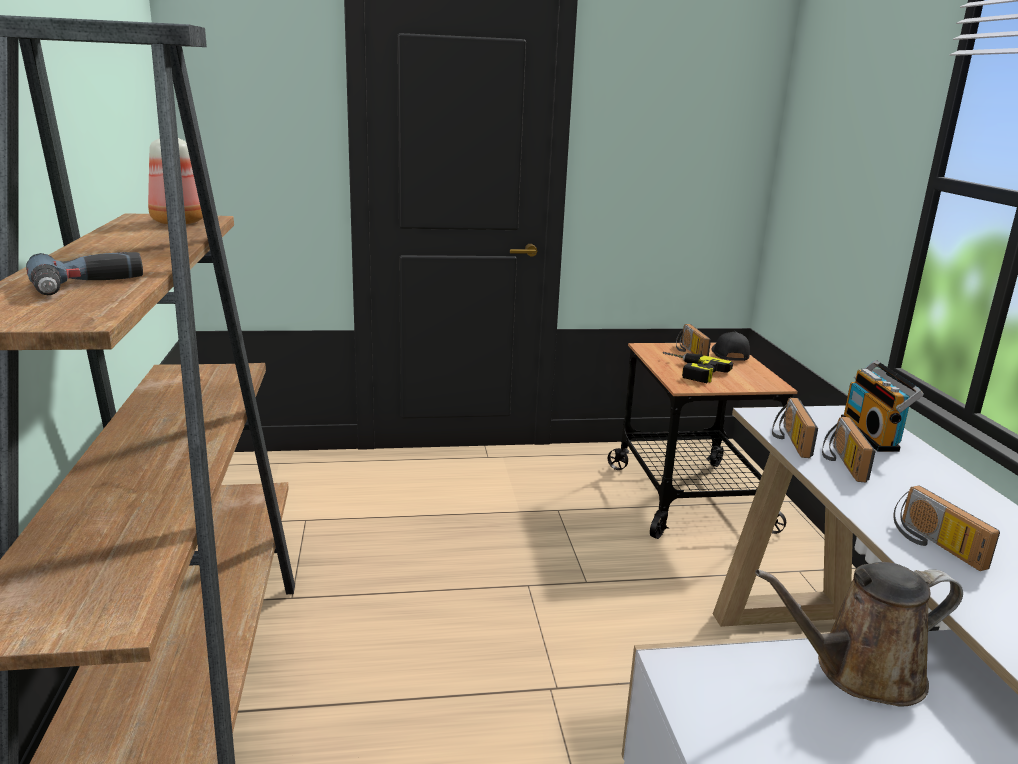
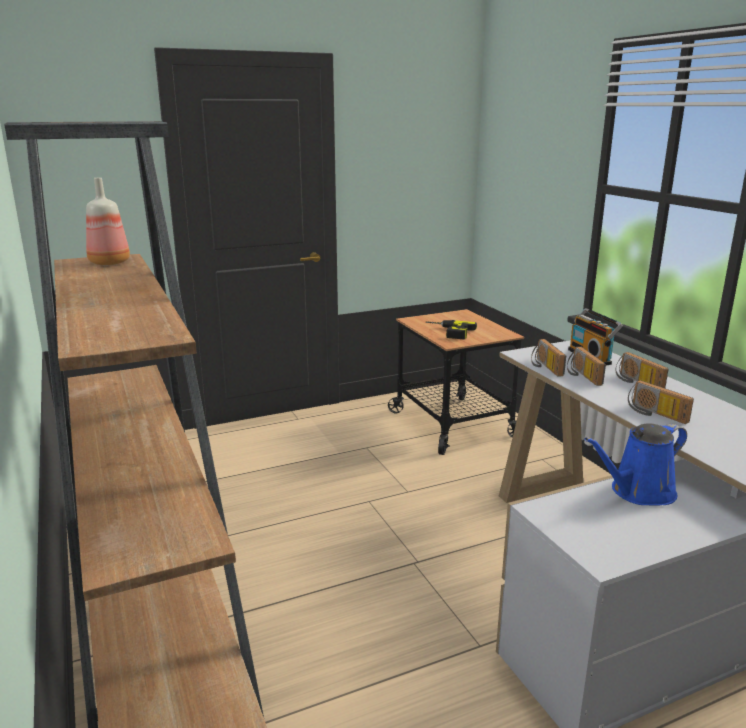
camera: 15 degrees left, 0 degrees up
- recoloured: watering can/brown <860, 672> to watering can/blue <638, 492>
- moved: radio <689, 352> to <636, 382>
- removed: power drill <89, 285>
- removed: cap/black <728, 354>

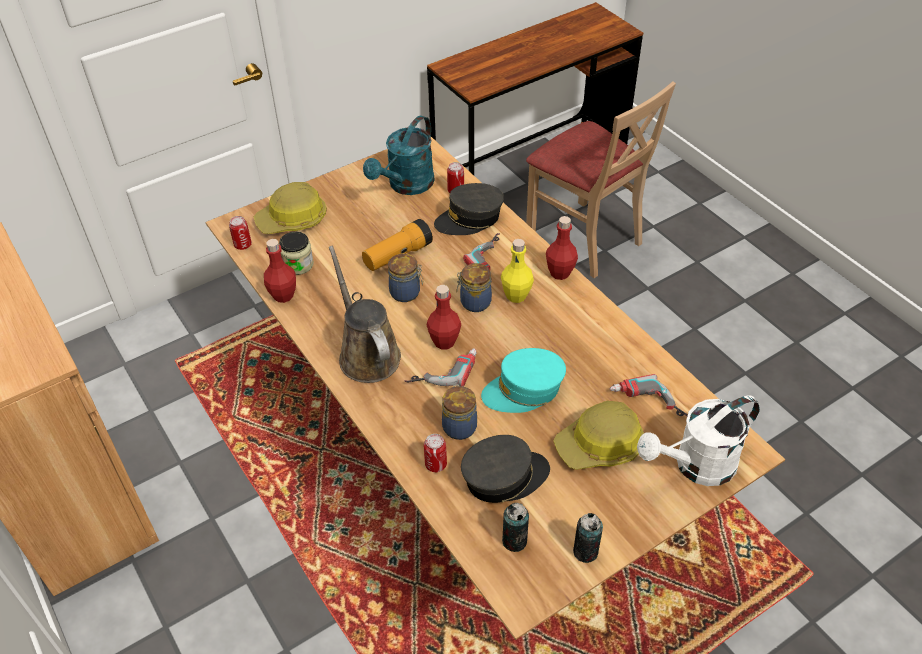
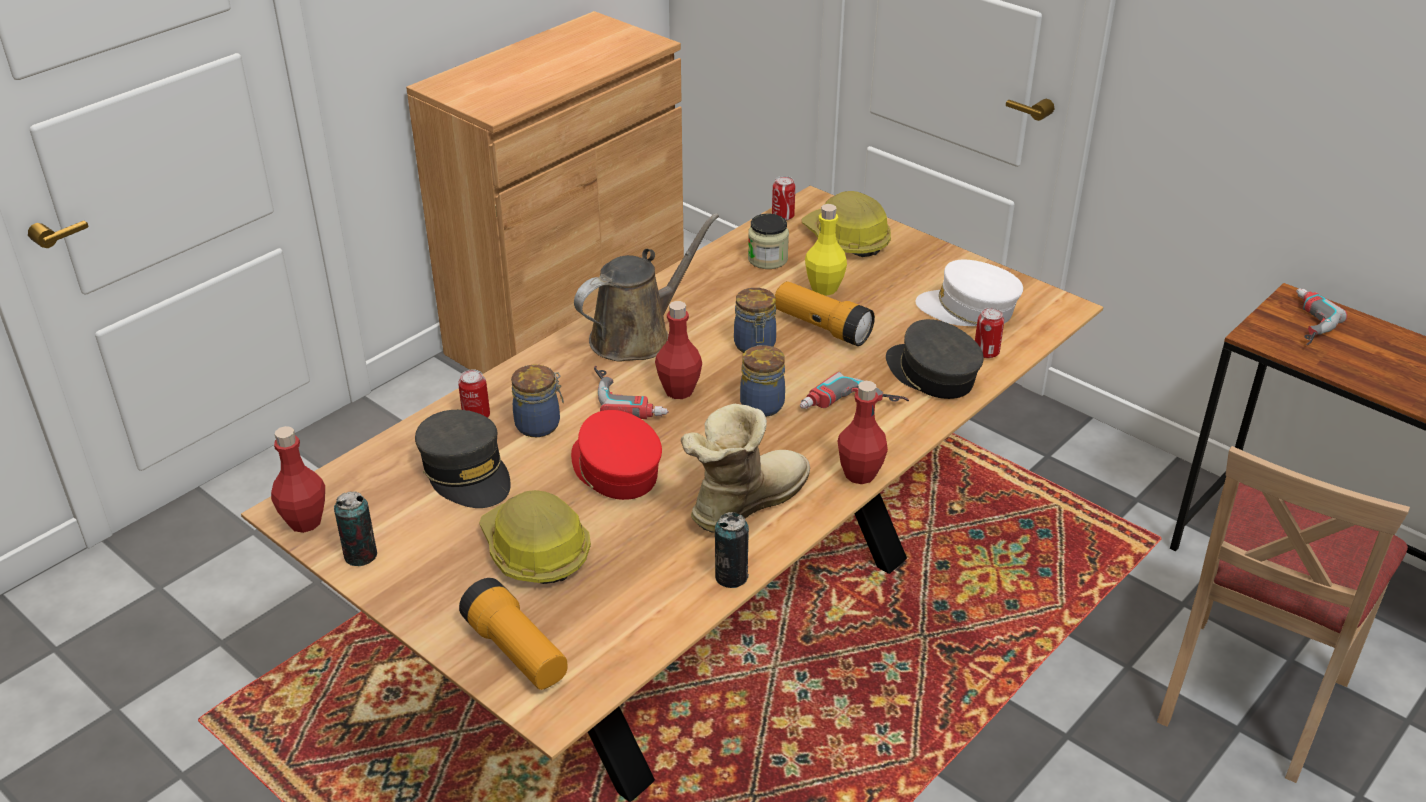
camera: 75 degrees right, 10 degrees down
- moved: bottle/red <283, 295> to <305, 521>
- replaced: watering can/white <696, 466> to flashlight <516, 651>
- recoloured: cap/turquoise <524, 390> to cap/red <615, 470>
- added: boot <743, 502>
- moved: can <514, 541> to <731, 576>
- moved: bottle/yellow <516, 295> to <824, 288>
- replaced: watering can/turquoise <406, 186> to cap/white <968, 309>
- moved: power drill <647, 405> to <1302, 322>

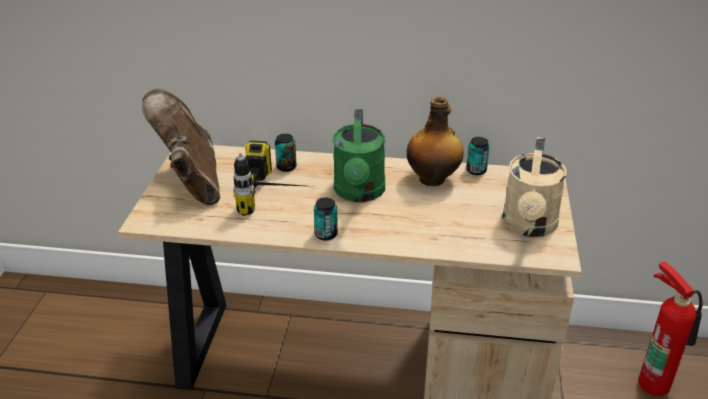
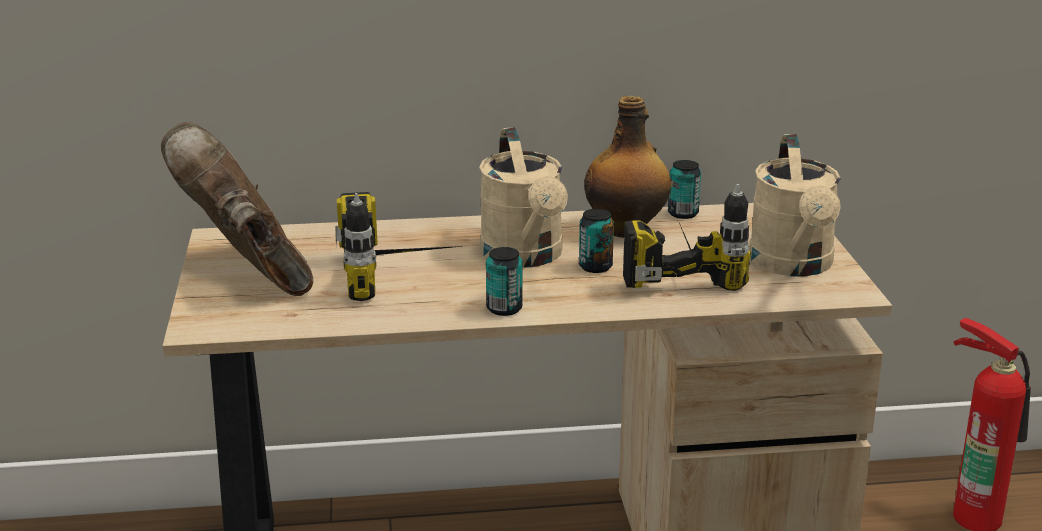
camera: 15 degrees left, 10 degrees down
- recoloured: watering can/green <359, 193> to watering can/beige <526, 257>
- moved: can <286, 167> to <595, 267>
- added: power drill <678, 270>

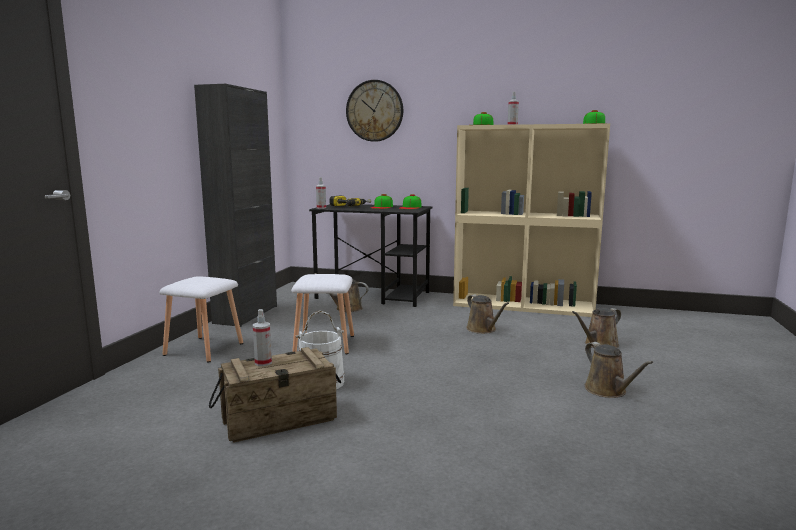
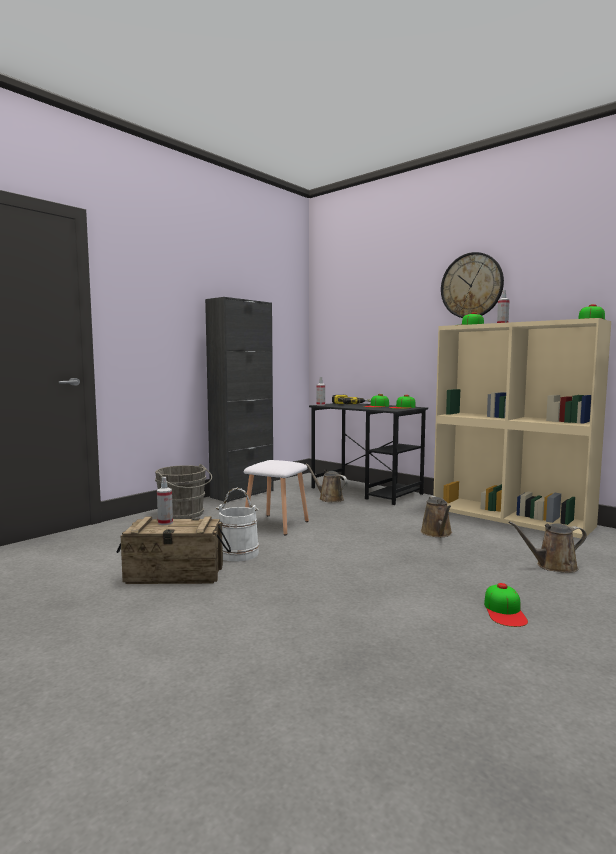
camera: 25 degrees right, 5 degrees down
- replaced: stool/white <204, 348> to bucket/grey <183, 514>
- moved: wall clock <374, 111> to <471, 286>
- replaced: watering can/brown <608, 391> to cap <505, 611>

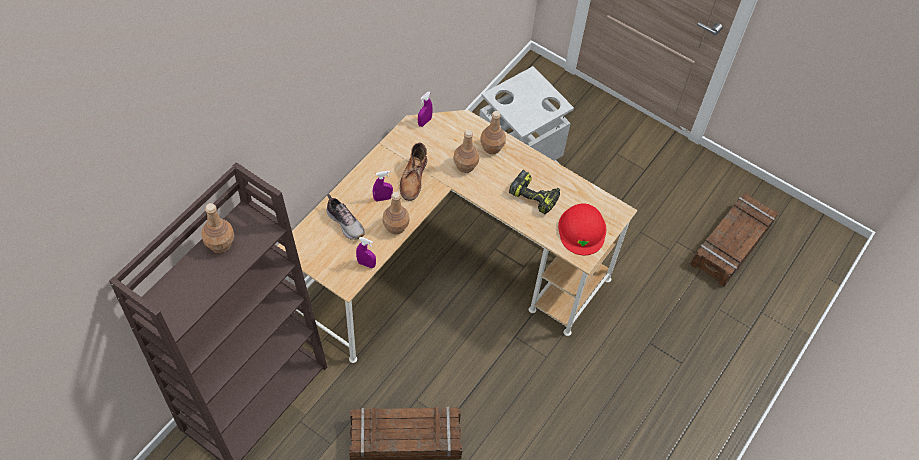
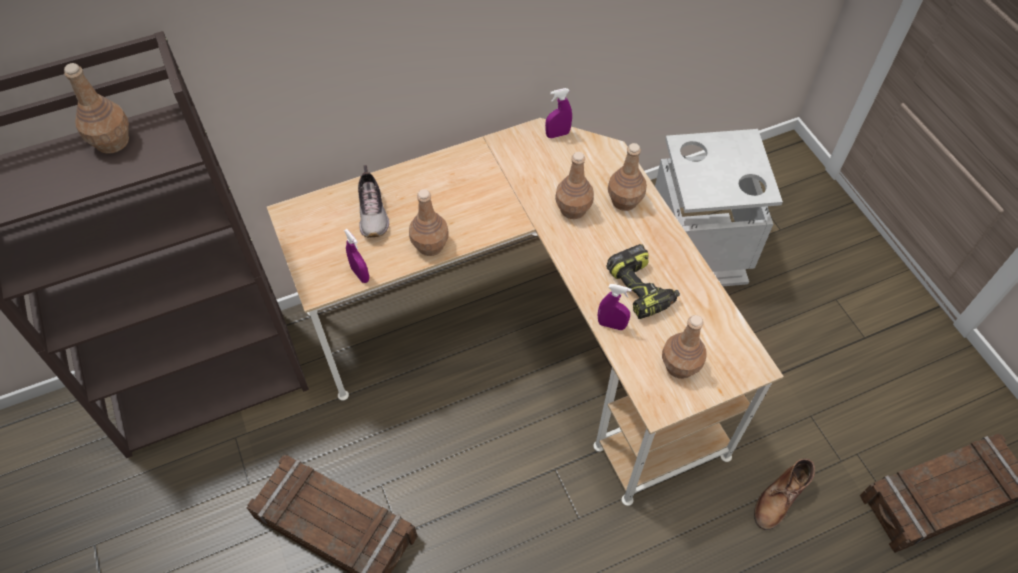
camera: 35 degrees right, 0 degrees up
- moved: spray bottle/purple <382, 198> to <611, 325>
- replaced: hard hat/red <582, 230> to bottle/brown <680, 365>
- moved: boot/brown <413, 178> to <780, 498>

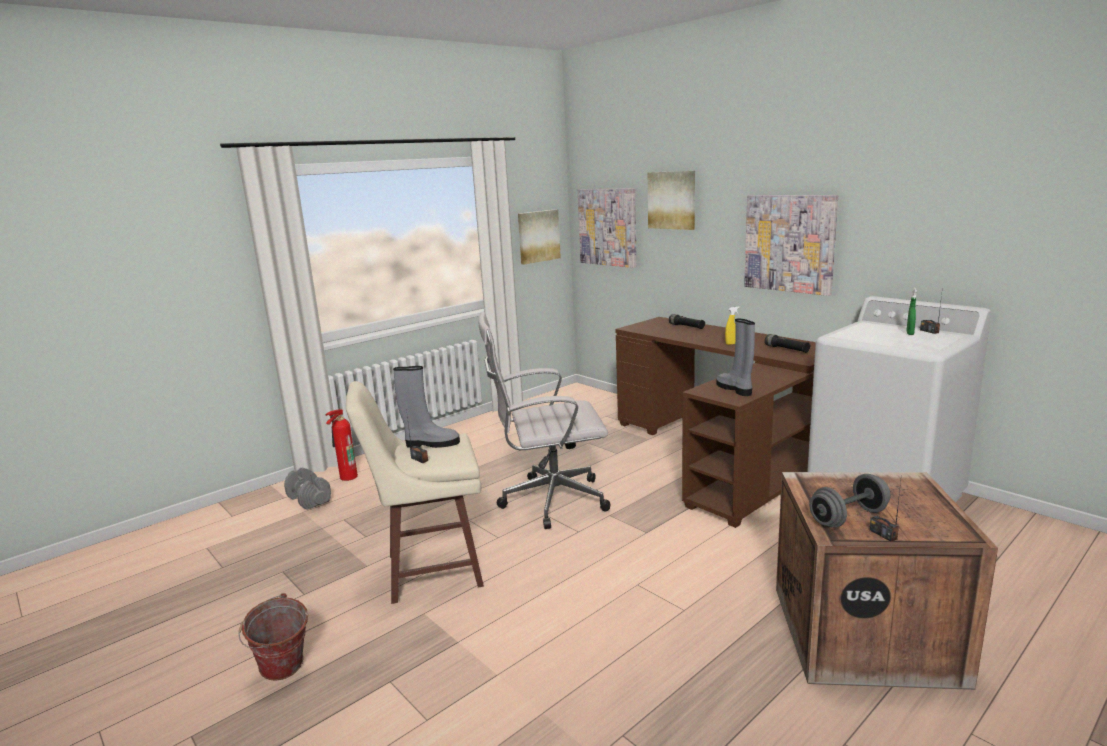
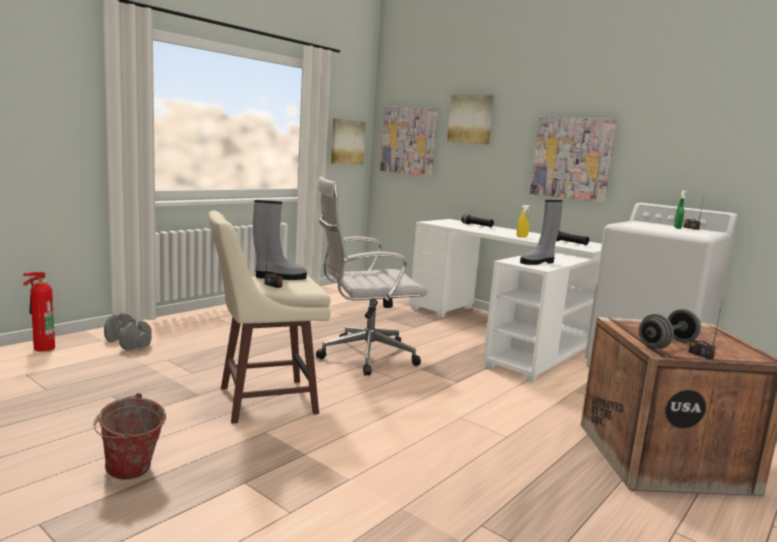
camera: 10 degrees left, 5 degrees down
- moved: fire extinguisher <346, 477> to <41, 348>
- recoloured: desk/brown <726, 454> to desk/white <508, 333>
- turned: boot/grey <735, 389> = <538, 262> 90 degrees counterclockwise

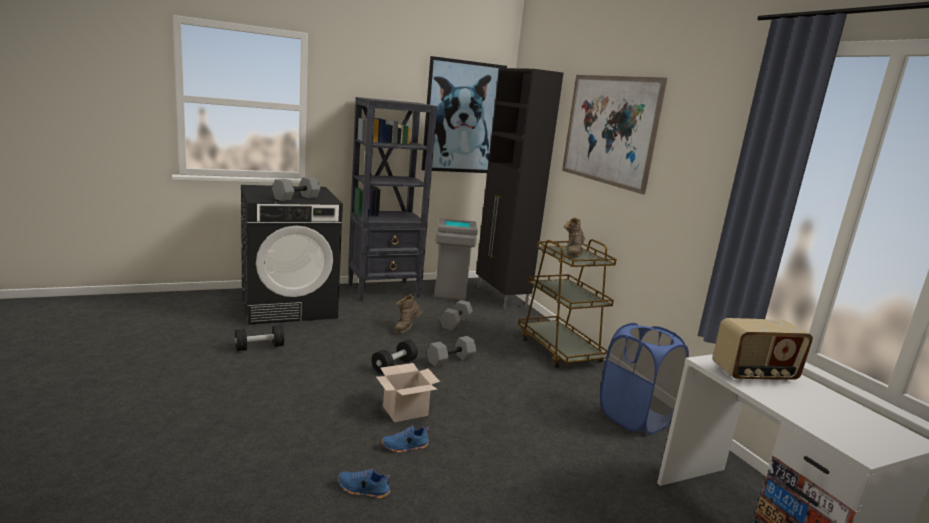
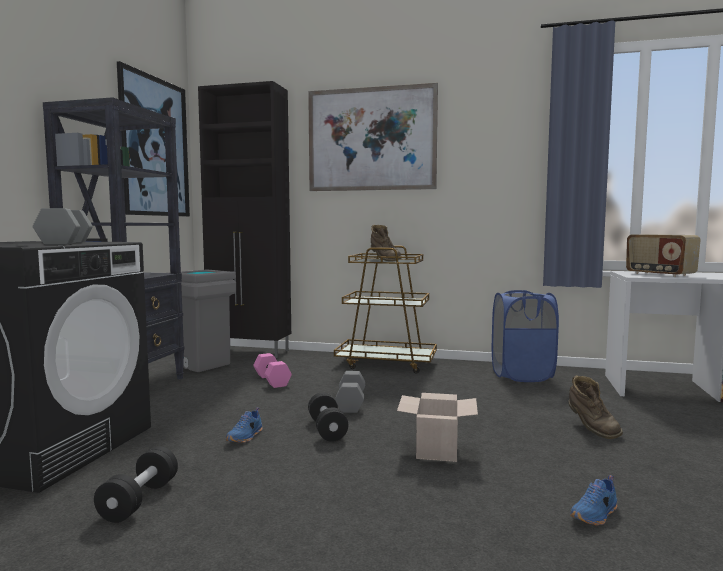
camera: 50 degrees left, 10 degrees down
- moved: shoe/blue <405, 447> to <246, 437>
- recoloured: dumbbell/grey <455, 322> to dumbbell/pink <271, 380>
- moved: boot/brown <406, 329> to <591, 429>
- turned: radio <754, 374> = <659, 275> 120 degrees clockwise

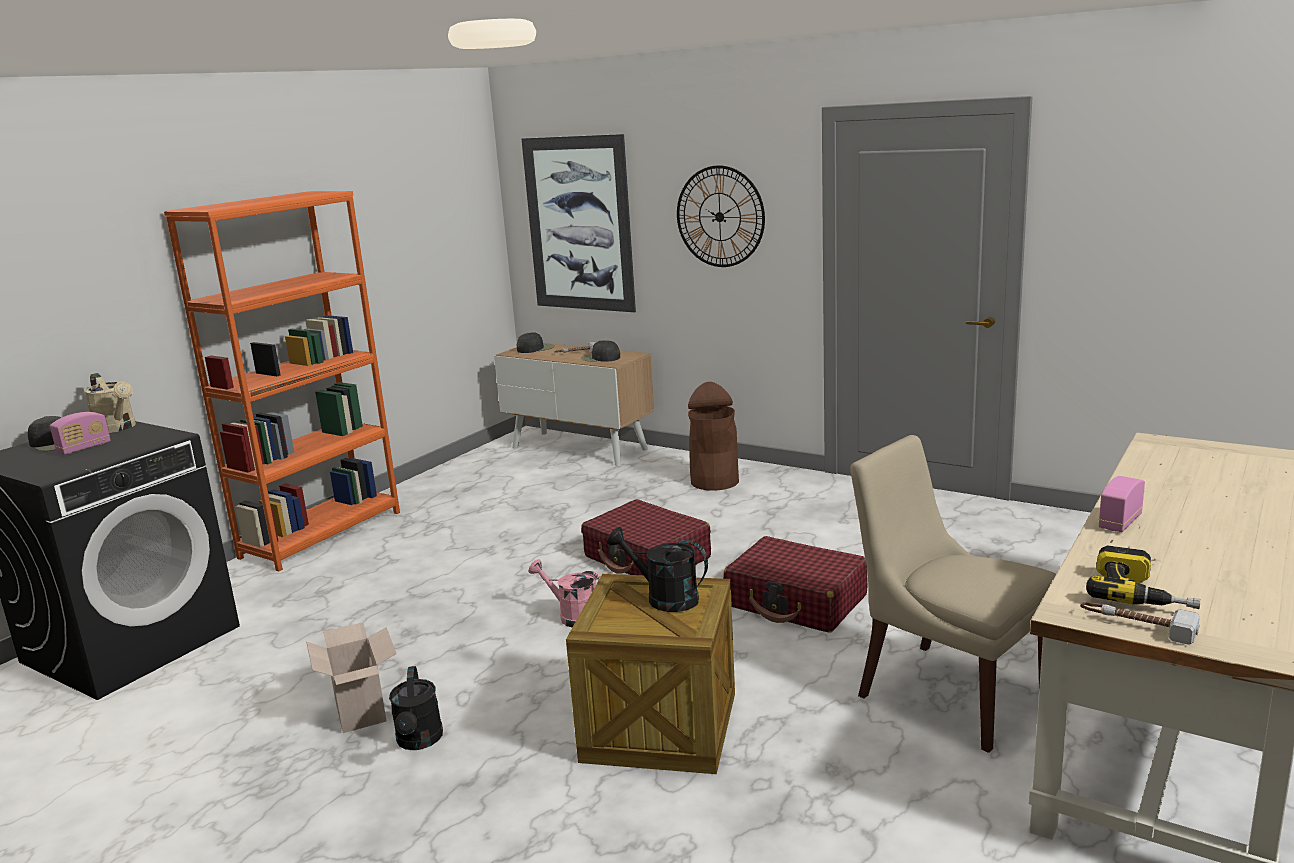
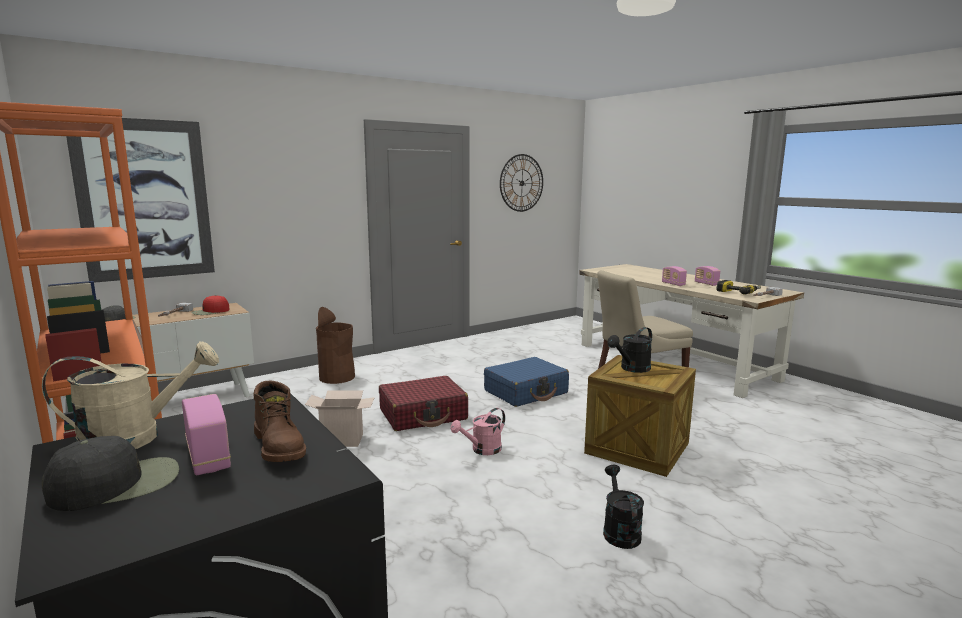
camera: 70 degrees left, 5 degrees down
- recoloured: cap/black <600, 358> to cap/red <210, 311>
- added: boot/brown <280, 446>
- moved: cardboard box <363, 712> to <343, 440>
- recoloured: suitcase/red <796, 601> to suitcase/blue <526, 392>
- moved: wall clock <720, 217> to <521, 183>
- turned: watering can/black <419, 741> = <619, 531> 105 degrees counterclockwise
- added: radio <706, 284>

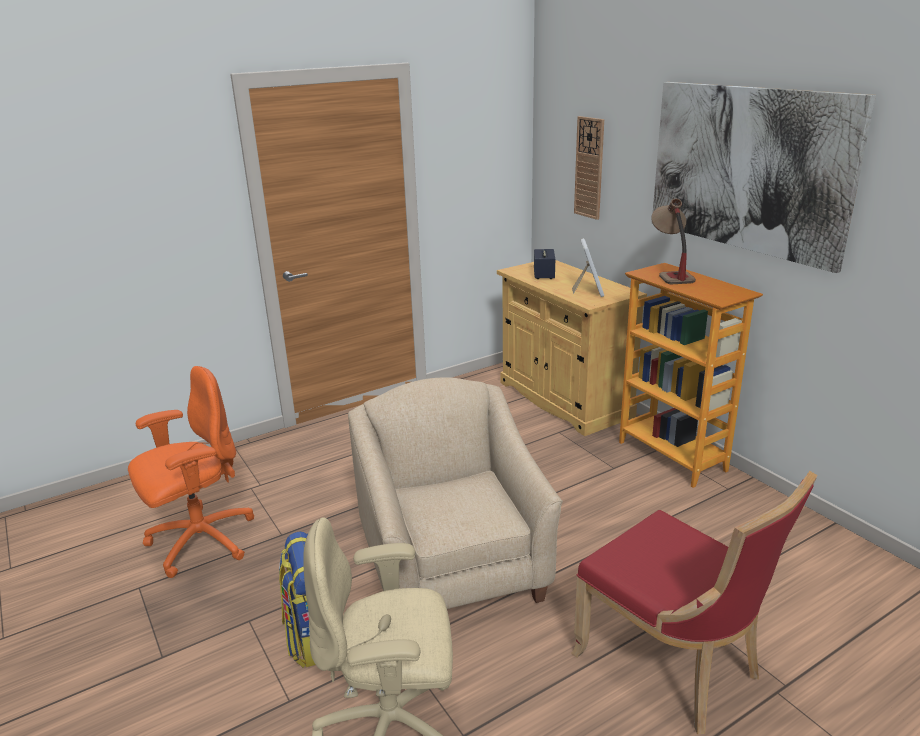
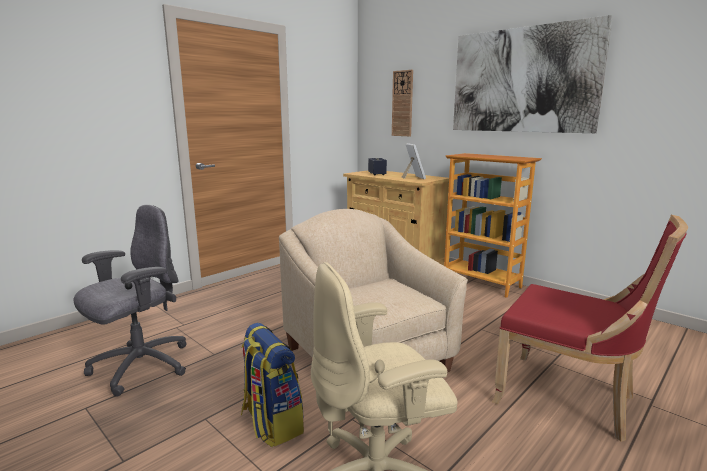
camera: 15 degrees left, 10 degrees down
- recoloured: office chair/orange <200, 541> to office chair/grey <140, 367>
- removed: table lamp <670, 273>

